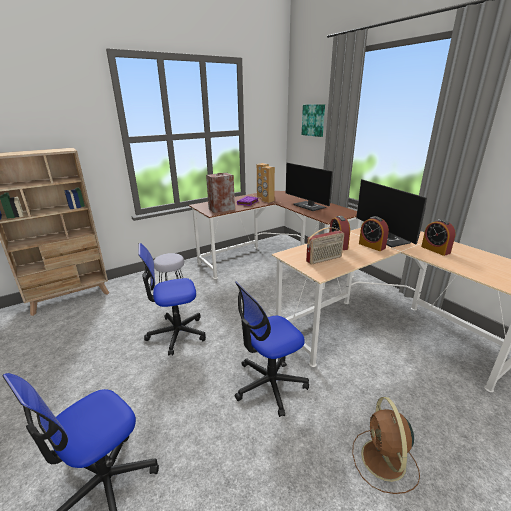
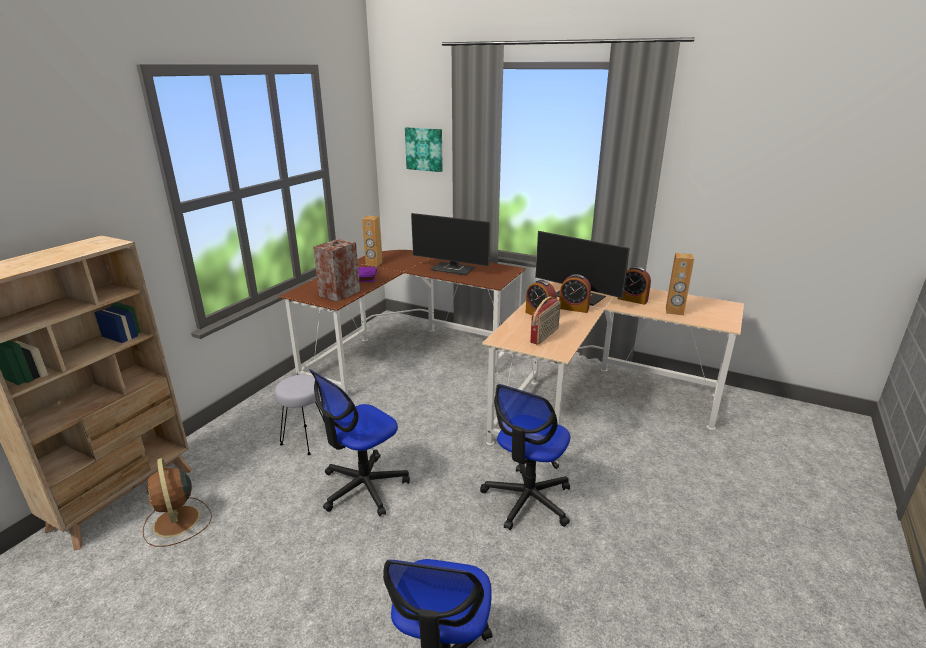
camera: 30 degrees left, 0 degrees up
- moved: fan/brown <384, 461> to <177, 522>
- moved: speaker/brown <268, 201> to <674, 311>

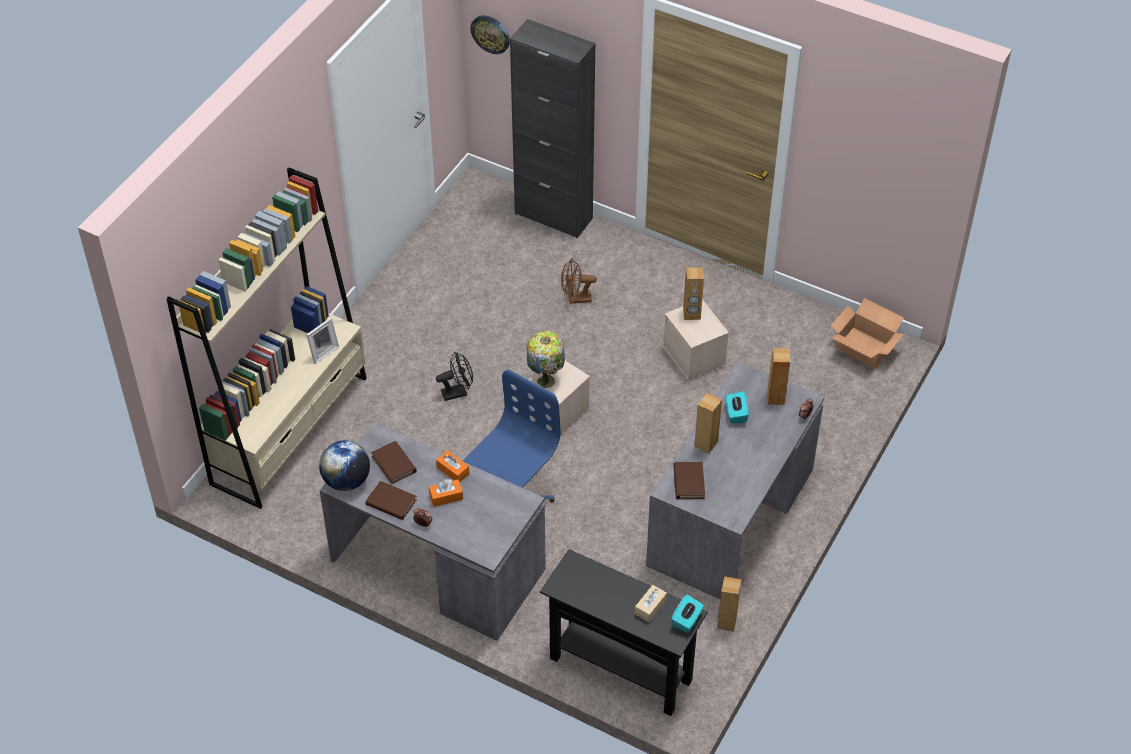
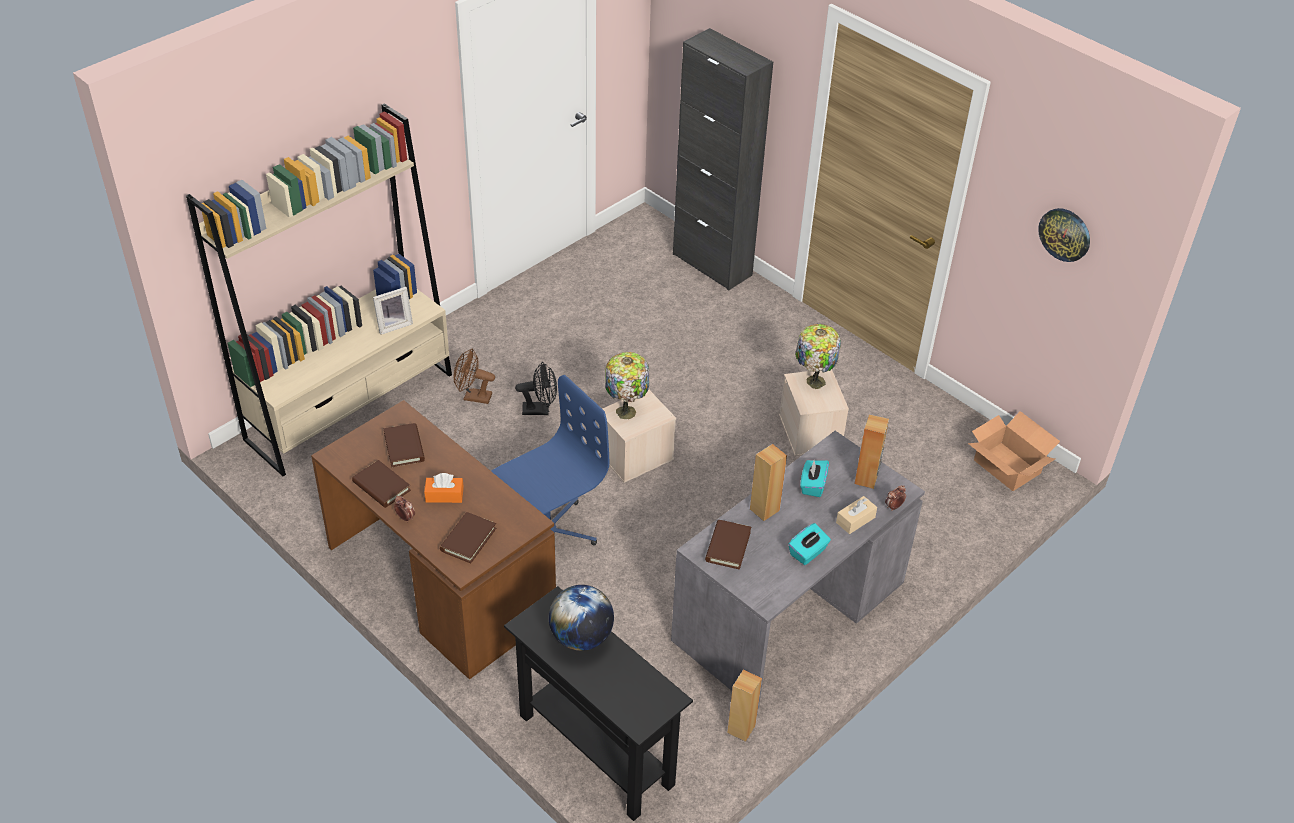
camera: 15 degrees right, 5 degrees down
- recoloured: desk/grey <436, 566> to desk/brown <438, 581>
- added: book/brown <468, 539>
- moved: fan/brown <575, 299> to <473, 397>
- moved: globe <346, 481> to <581, 637>
- moved: tissue box/turquoise <687, 620> to <808, 553>
- replaced: speaker/brown <691, 314> to table lamp <814, 381>
- moved: tissue box/beige <650, 607> to <855, 520>
- moved: wall clock <490, 34> to <1065, 234>
- removed: tissue box/orange <453, 470>

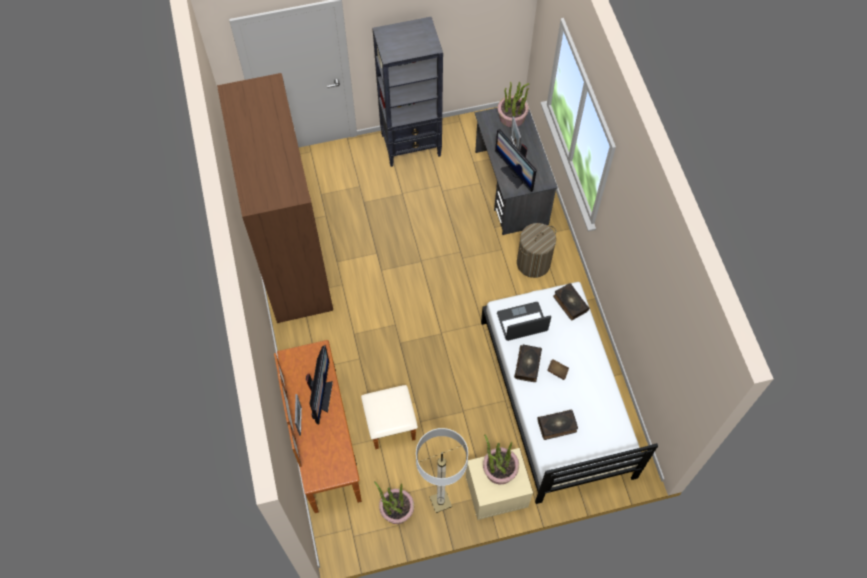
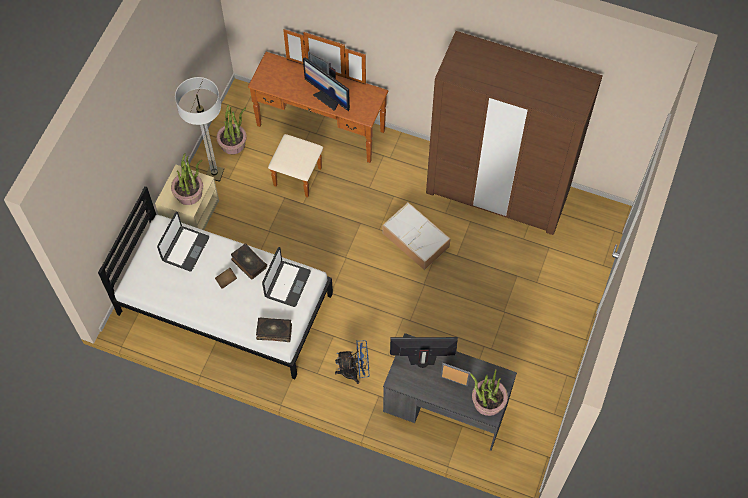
camera: 125 degrees right, 0 degrees up
- replaced: book <557, 426> to laptop <185, 249>
- replaced: laundry basket <533, 263> to fan/blue <355, 371>
- added: storage box <416, 240>
- removed: bookcase/black <411, 145>

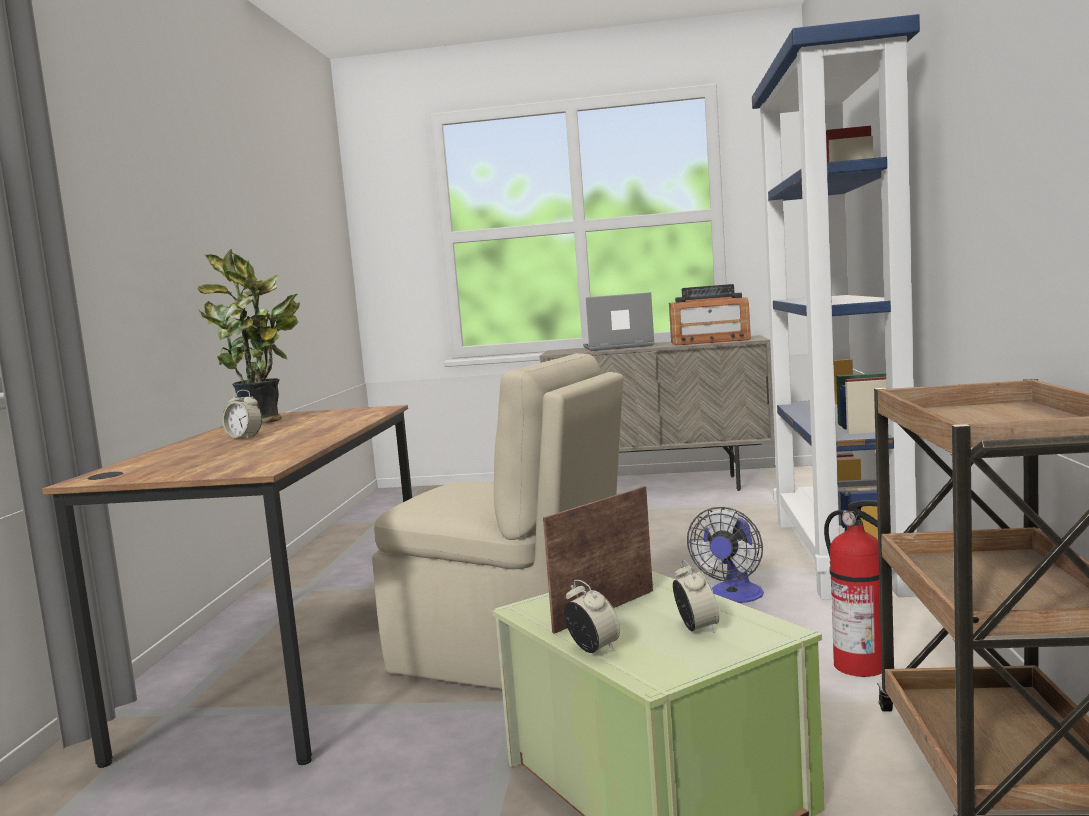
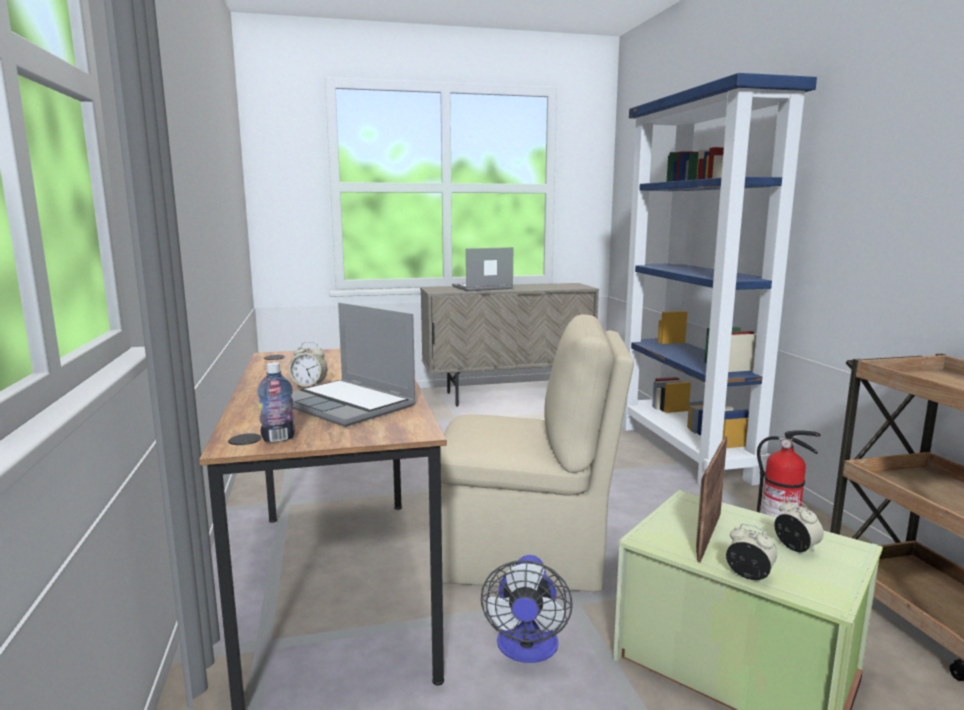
camera: 20 degrees left, 5 degrees up
- added: bottle <278, 438>
- added: laptop <348, 405>
- moved: fan <733, 597> to <527, 649>
- removed: potted plant <265, 421>
- removed: radio <710, 341>

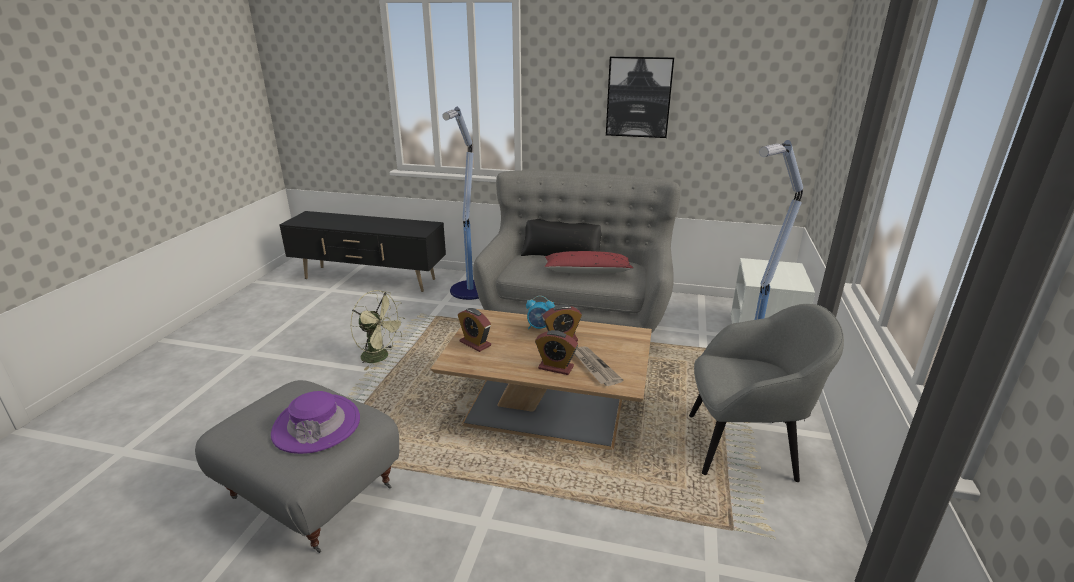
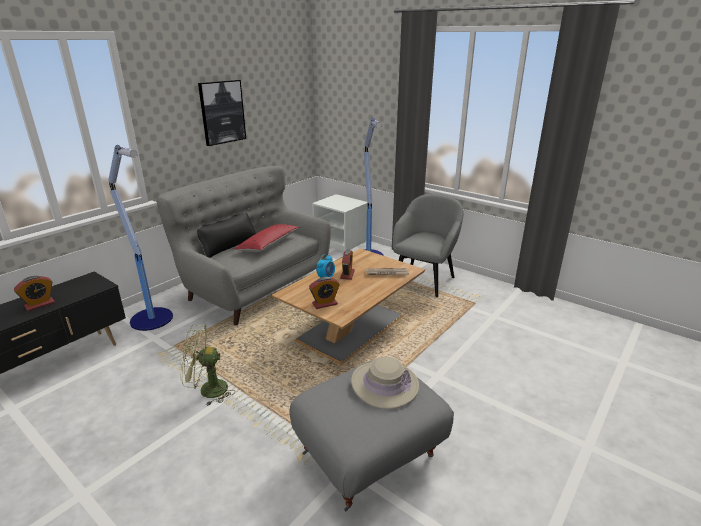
camera: 65 degrees left, 0 degrees up
- moved: alarm clock <556, 367> to <40, 304>
- turned: fan/green <380, 357> = <207, 390> 150 degrees counterclockwise
- recoloured: hat/purple <316, 425> to hat/beige <384, 385>

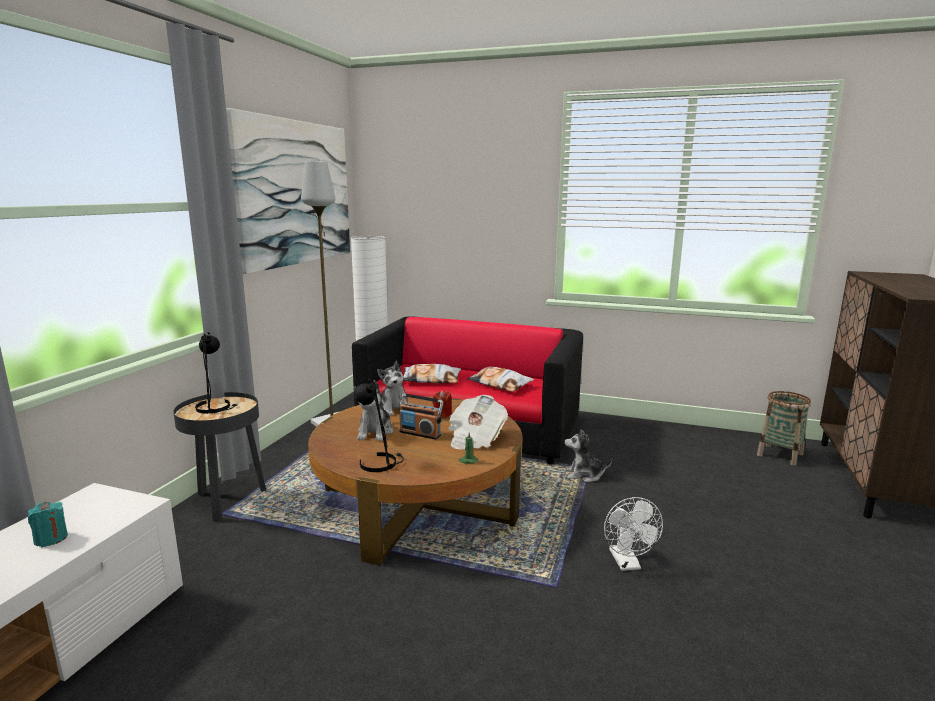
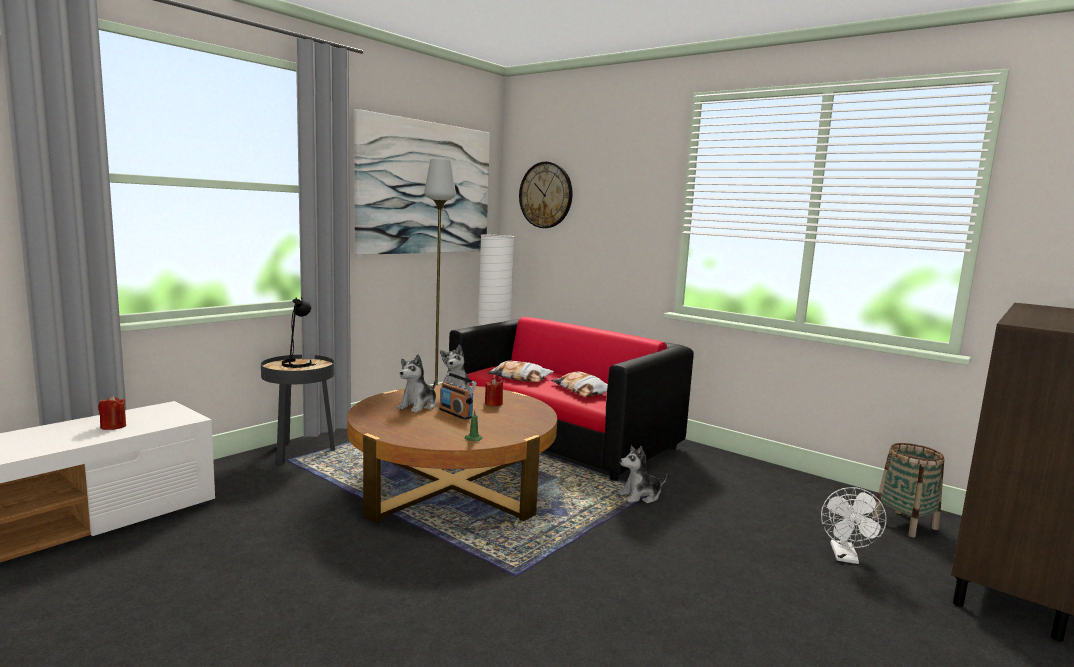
camera: 20 degrees right, 5 degrees down
- recoloured: candle/turquoise <51, 539> to candle/red <113, 426>
- added: wall clock <546, 195>
- turned: plush toy <584, 475> = <640, 496> 45 degrees counterclockwise
- moved: fan/white <627, 563> to <845, 557>
- removed: table lamp/black <380, 462>
- removed: newspaper <475, 438>

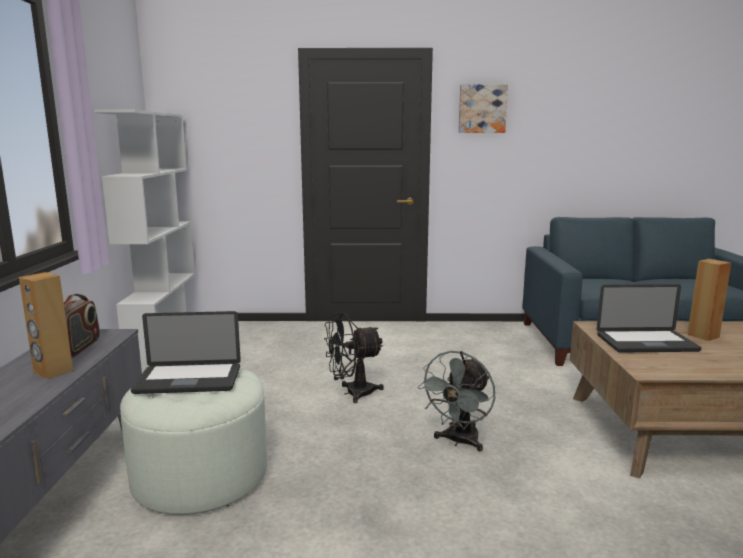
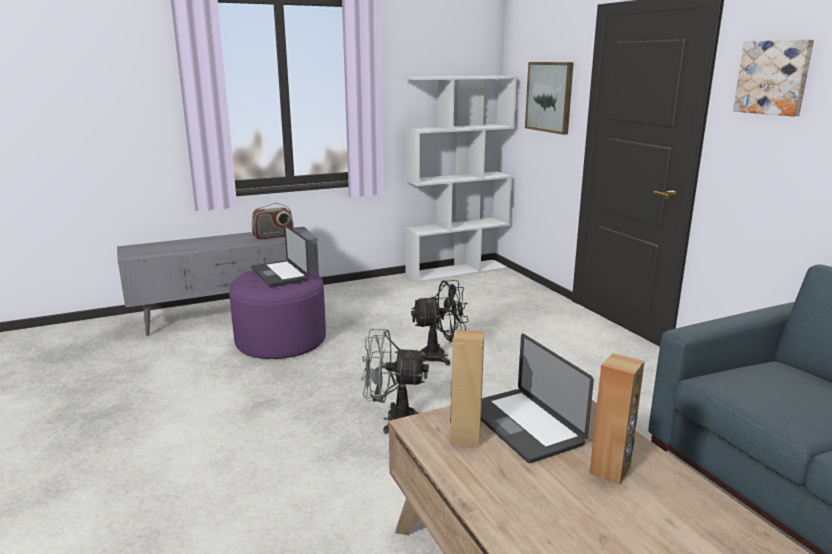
camera: 65 degrees right, 5 degrees up
- recoloured: ottoman/white <200, 475> to ottoman/purple <281, 340>
- turned: fan/black <352, 393> = <439, 356> 120 degrees clockwise
- moved: speaker/brown <52, 372> to <465, 437>
- added: picture <549, 97>

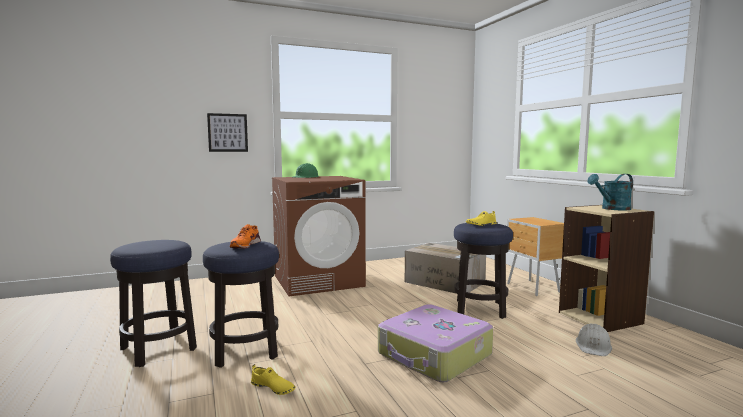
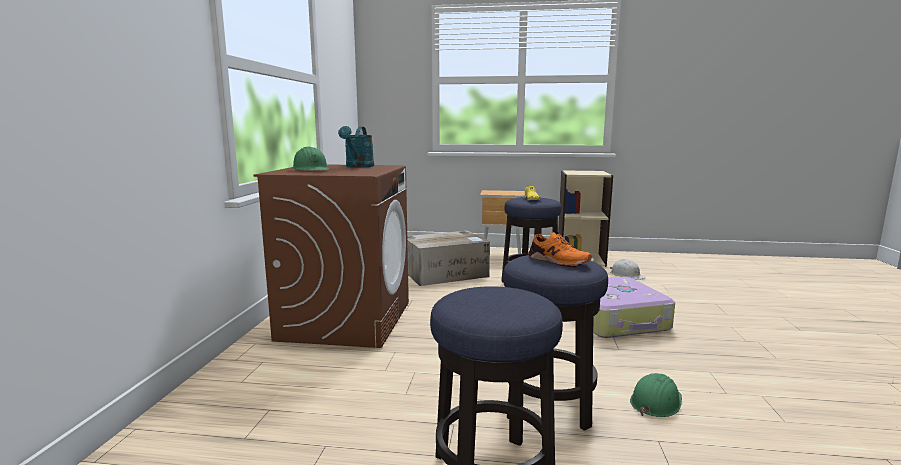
camera: 60 degrees left, 5 degrees up
- moved: watering can/turquoise <612, 209> to <358, 166>
- replaced: shoe/yellow <272, 388> to hard hat/green <655, 402>
- removed: picture <227, 132>

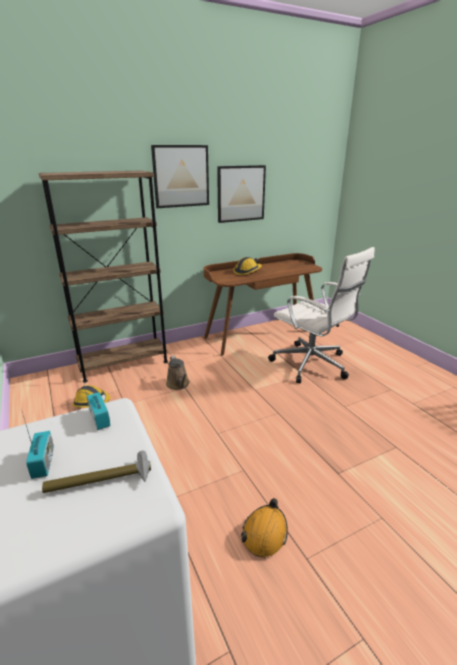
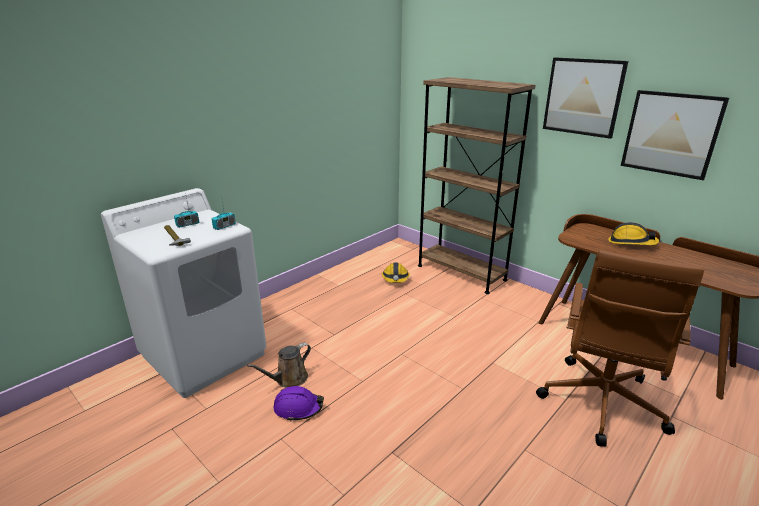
camera: 70 degrees right, 0 degrees up
- moved: watering can/brown <178, 384> to <289, 379>
- recoloured: hard hat/orange <265, 533> to hard hat/purple <298, 408>
- recoloured: office chair/white <312, 365> to office chair/brown <601, 404>

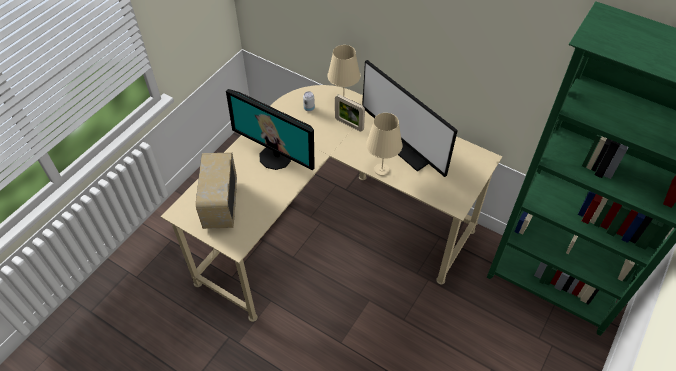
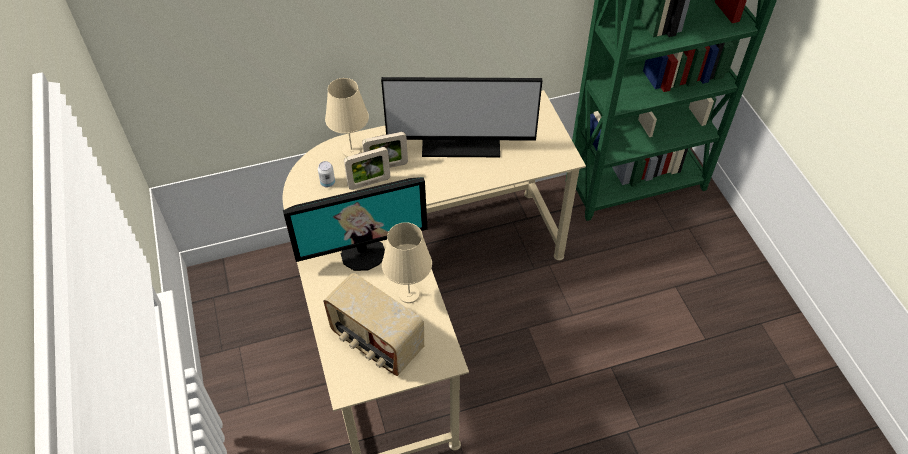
camera: 50 degrees left, 0 degrees up
- added: picture frame <369, 183>
- moved: table lamp/beige <382, 170> to <409, 294>

